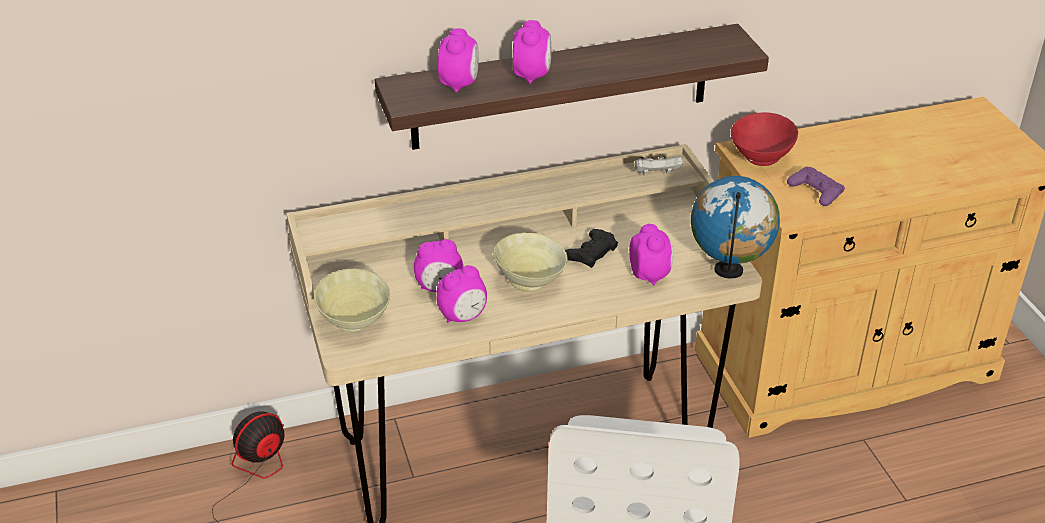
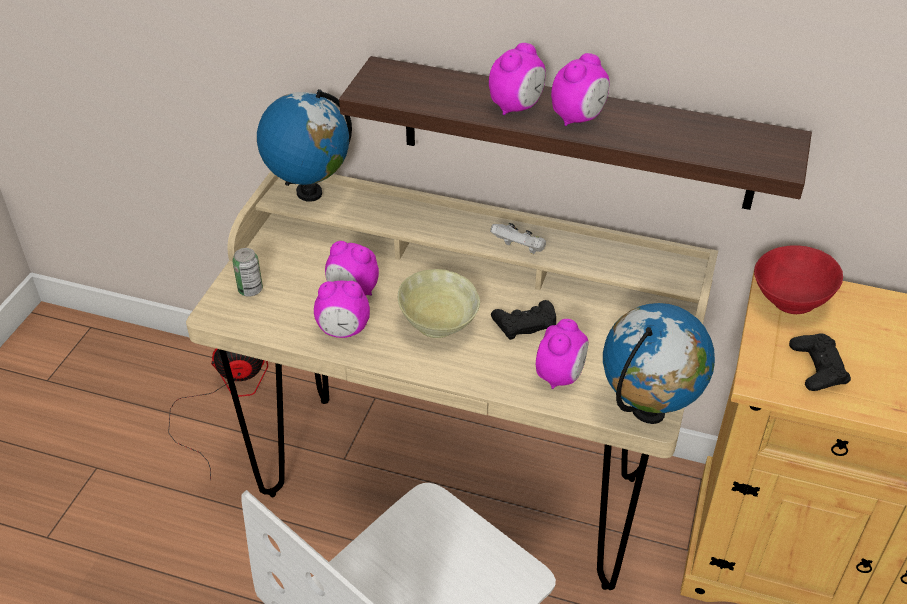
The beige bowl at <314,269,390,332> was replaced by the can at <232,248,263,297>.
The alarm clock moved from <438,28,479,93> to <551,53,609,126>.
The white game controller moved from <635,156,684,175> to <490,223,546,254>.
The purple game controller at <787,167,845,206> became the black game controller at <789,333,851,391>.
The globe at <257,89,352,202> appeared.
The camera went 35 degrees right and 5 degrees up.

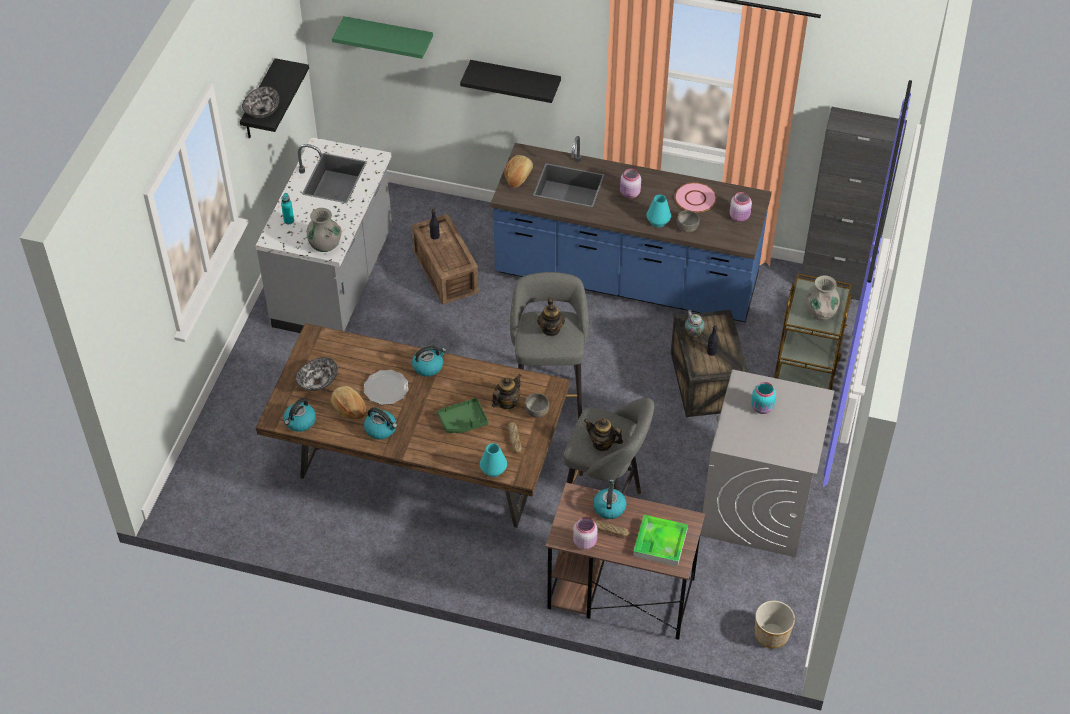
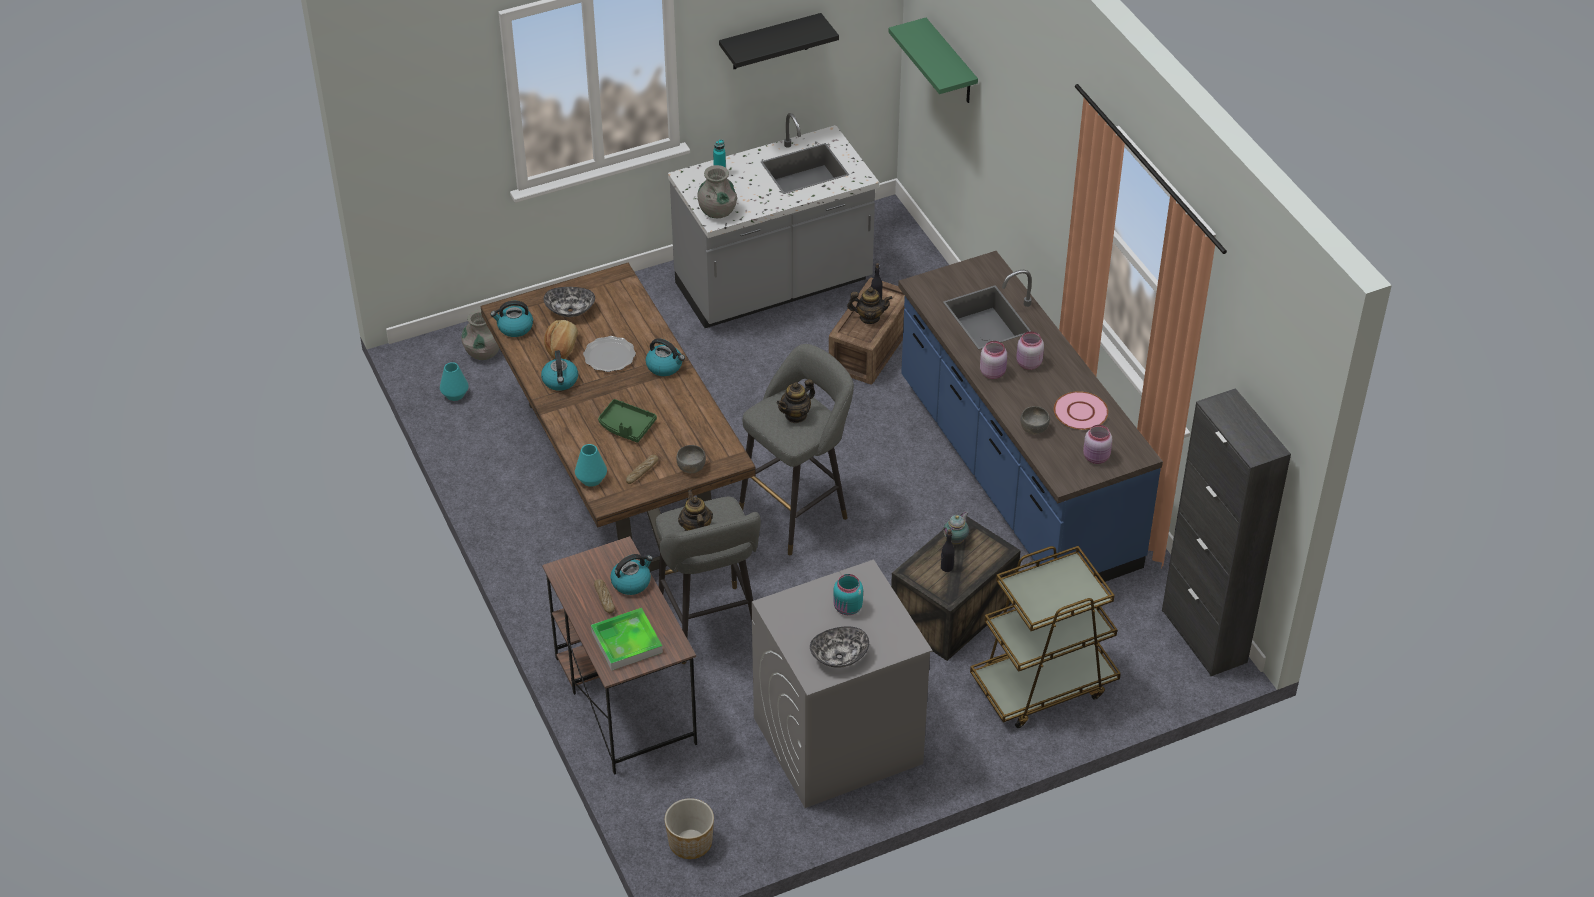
The bowl moved from <242,86,280,118> to <810,626,869,668>.
The black shelf at <460,60,561,103> disappeared.
The teapot moved from <492,374,522,409> to <847,287,893,324>.
The bread at <505,155,533,188> disappeared.
The pink jar moved from <573,517,598,550> to <980,341,1007,379>.
The turquoise vase moved from <647,195,671,227> to <440,362,469,401>.
The grey vase moved from <805,275,840,320> to <461,309,500,360>.
The camera went 50 degrees right and 5 degrees down.

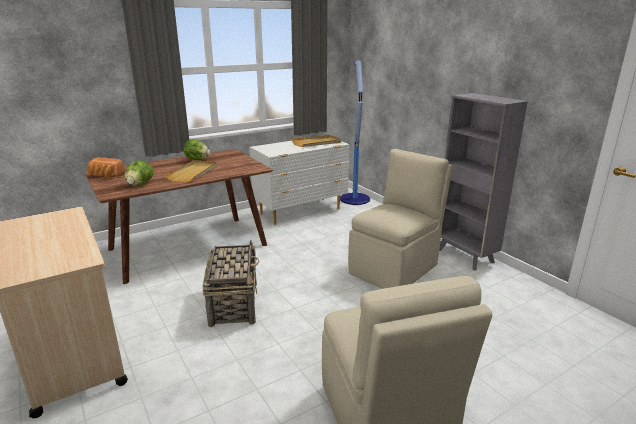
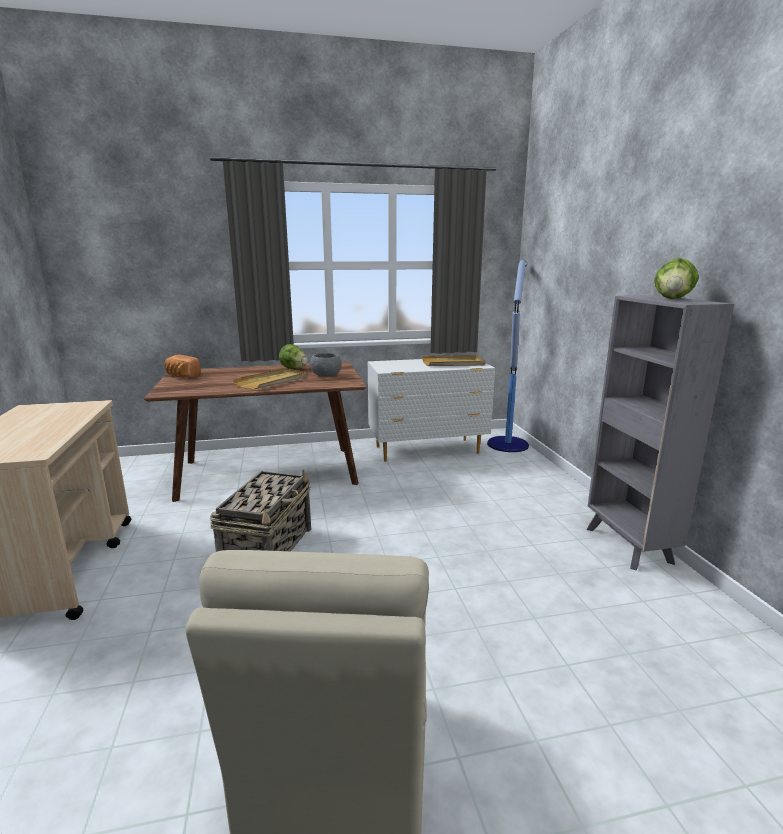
The lettuce moved from <125,160,154,186> to <654,258,698,299>.
The beige chair at <348,149,453,289> disappeared.
The grey bowl at <310,353,342,377> appeared.
The camera went 20 degrees right and 5 degrees down.

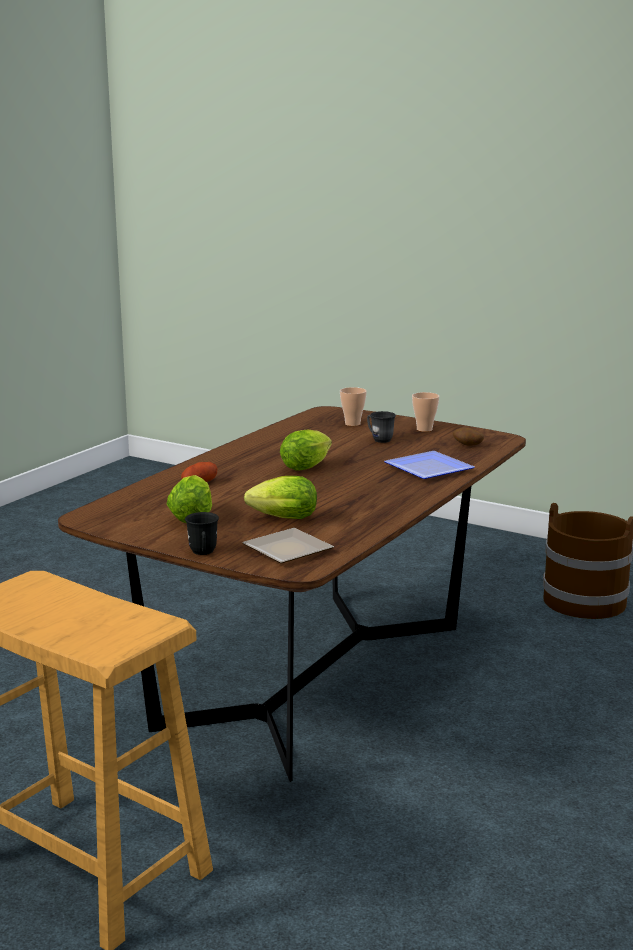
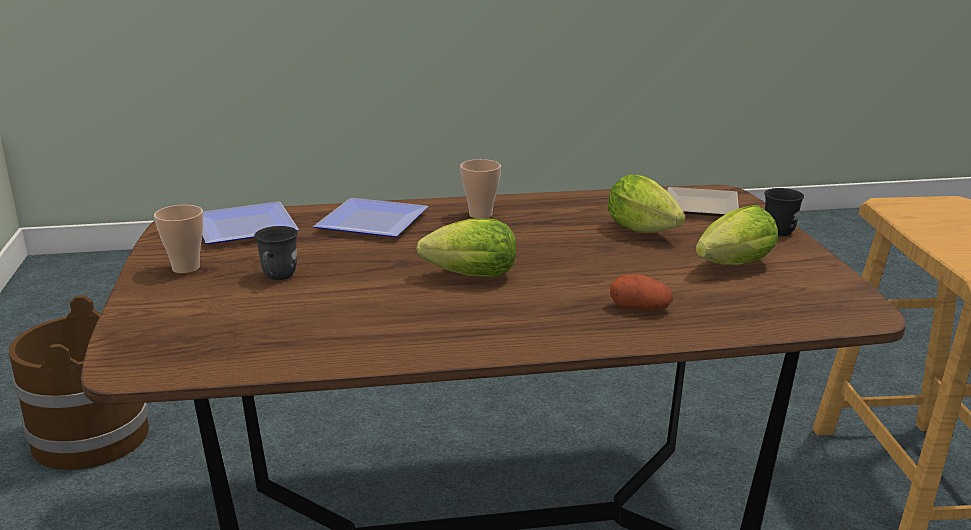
The cup moved from <340,387,367,426> to <460,159,501,218>.
The potato at <453,427,484,446> was replaced by the plate at <203,202,299,244>.
The camera went 130 degrees left and 5 degrees up.

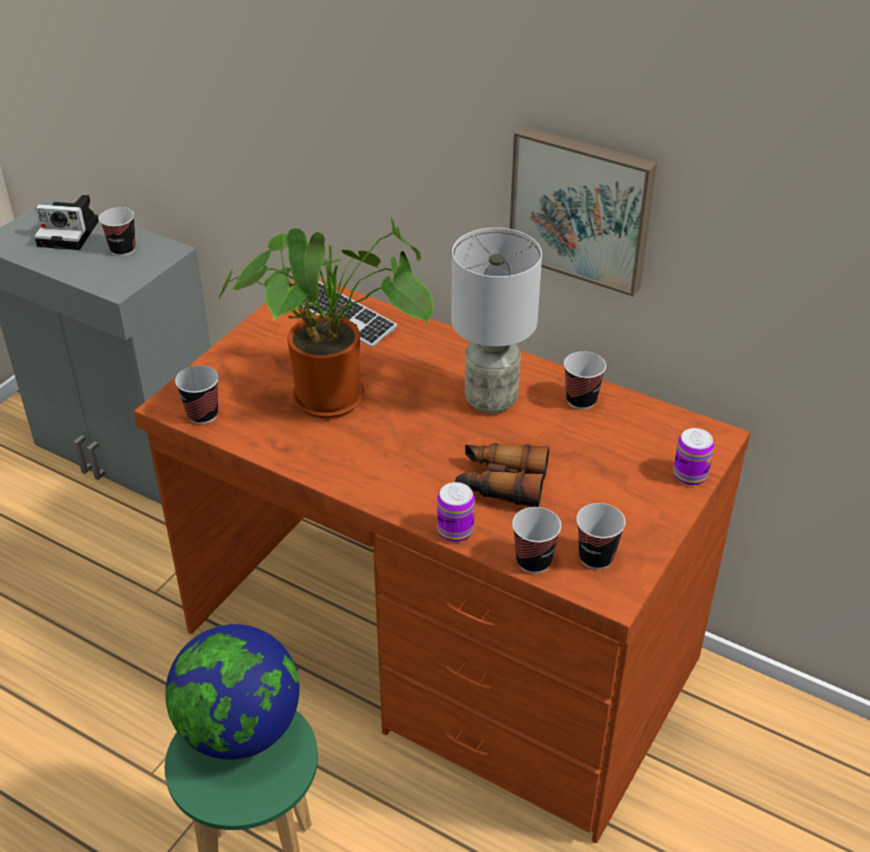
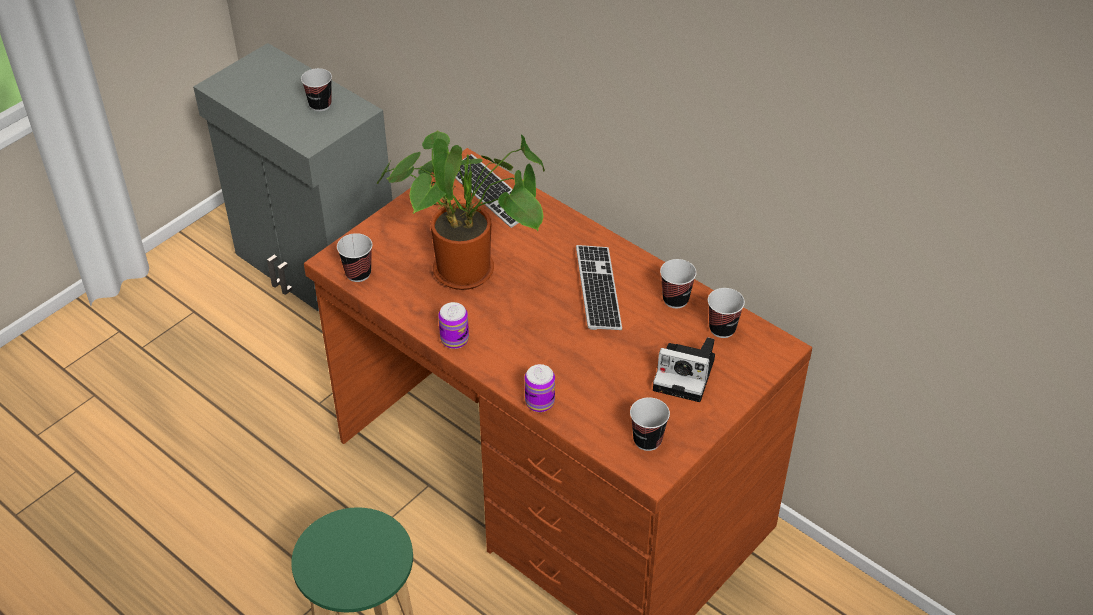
The photo camera moved from <34,195,99,250> to <653,337,715,402>.
The globe at <165,624,300,760> disappeared.
The grey table lamp at <451,228,542,414> was replaced by the keyboard at <576,245,622,330>.
The binoculars at <455,443,549,507> disappeared.
The picture at <510,126,657,297> disappeared.
The cup moved from <512,507,561,574> to <708,288,745,338>.
The can moved from <673,428,714,486> to <438,302,469,349>.
The camera went 10 degrees right and 5 degrees up.

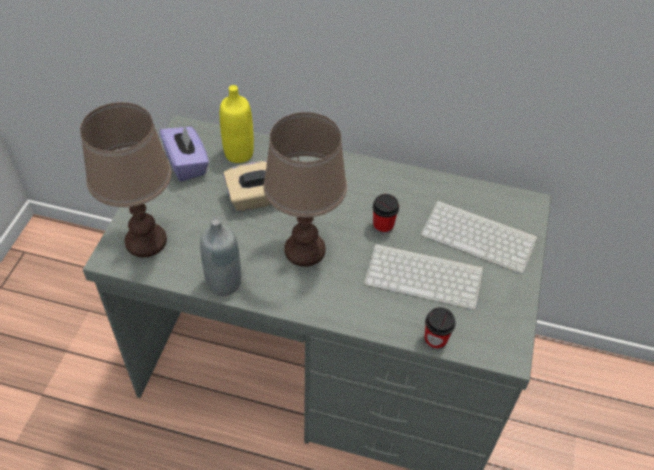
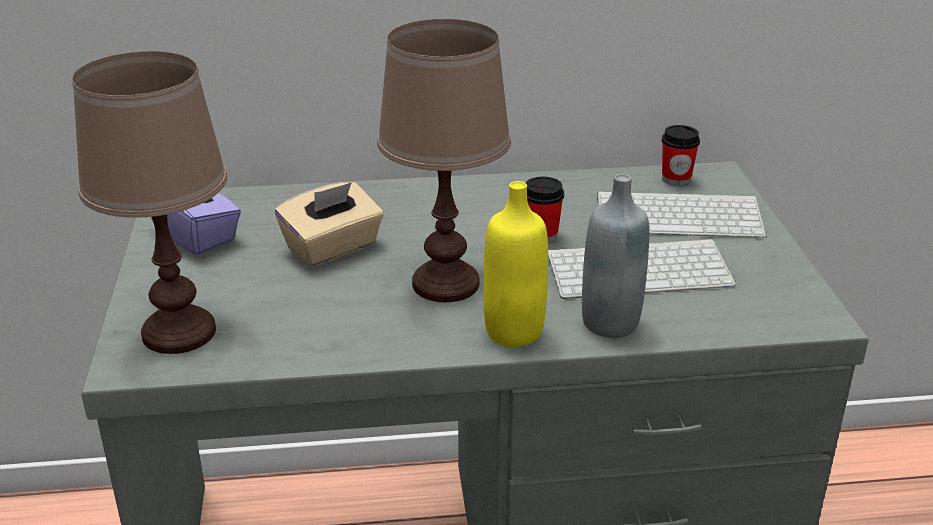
The grey bottle moved from <200,217,241,296> to <582,174,649,338>.
The yellow bottle moved from <220,85,254,163> to <483,181,548,347>.
The cup moved from <424,307,456,350> to <662,125,700,186>.
The camera went 20 degrees left and 20 degrees down.

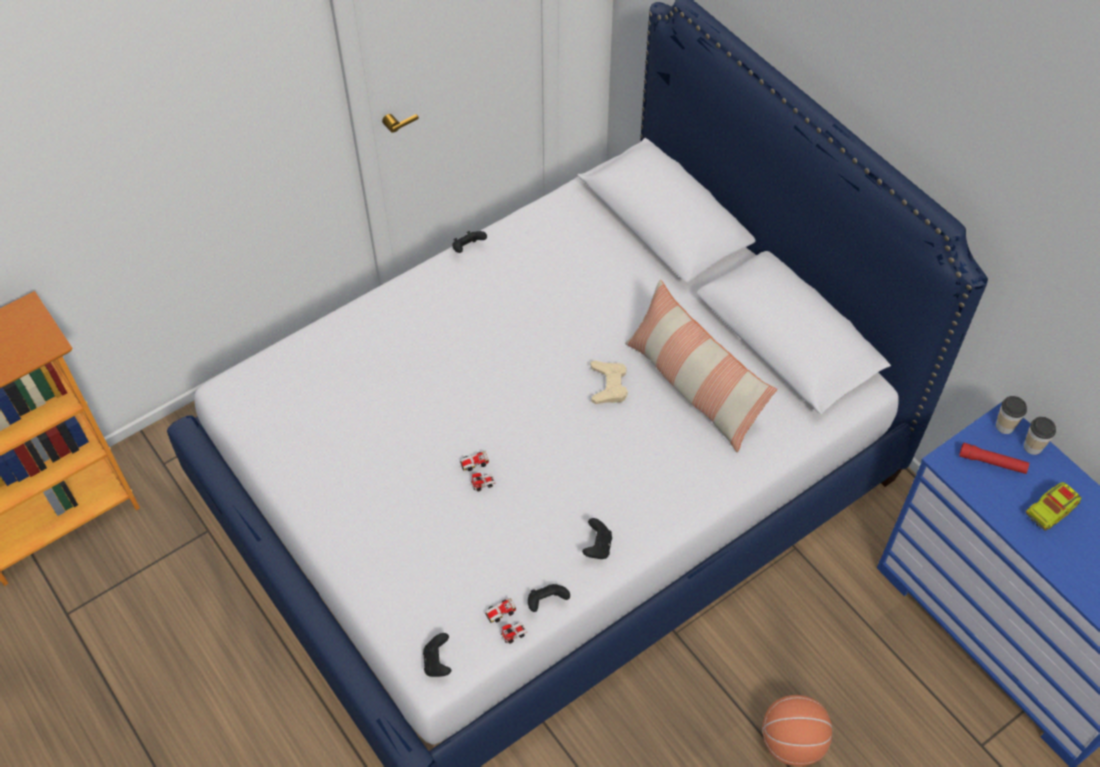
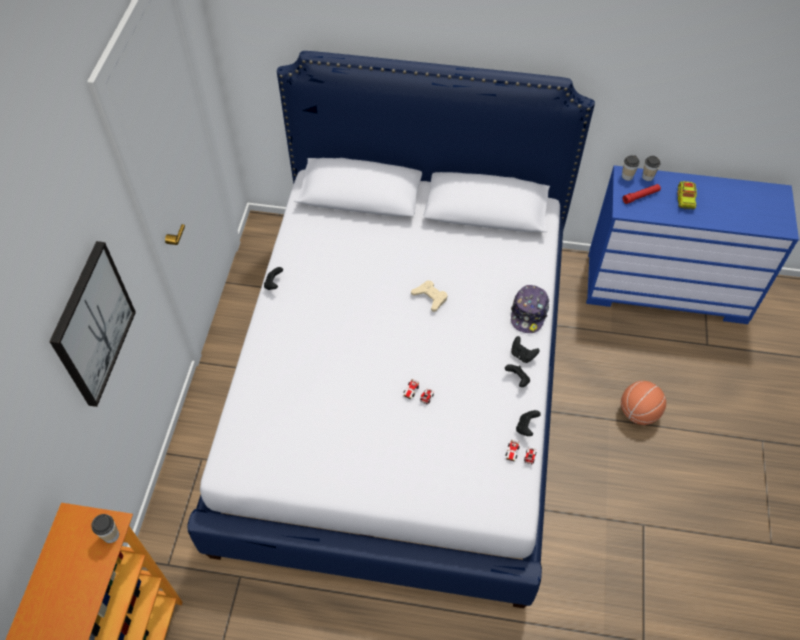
The black game controller moved from <423,633,451,677> to <511,336,540,363>.
The pillow at <625,280,777,453> disappeared.
The picture at <49,241,136,407> appeared.
The cup at <92,514,119,543> appeared.
The cap at <511,285,549,333> appeared.
The camera went 45 degrees left and 0 degrees up.

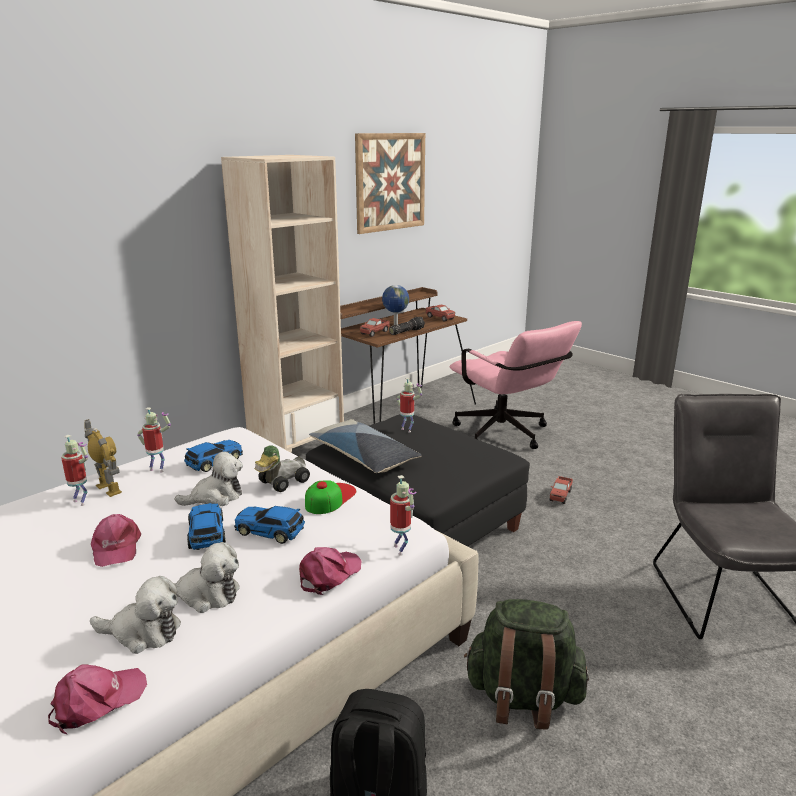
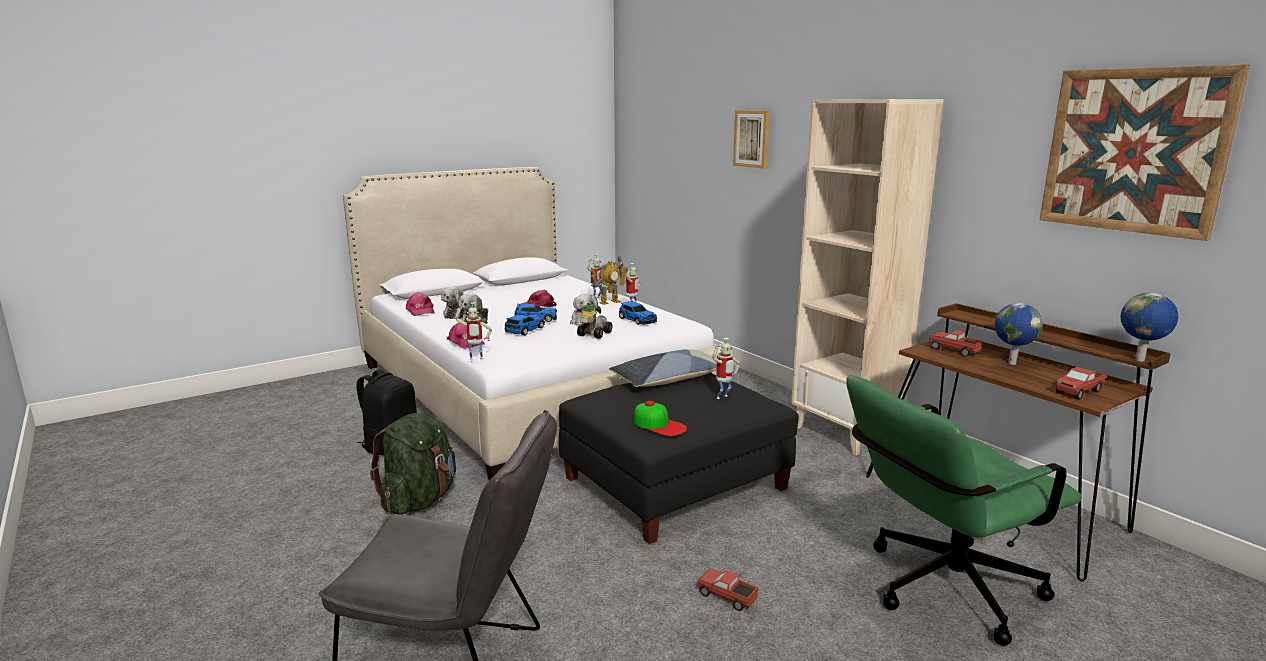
The toy car at <254,445,310,492> turned 120 degrees counterclockwise.
The cap moved from <305,480,356,514> to <633,401,687,436>.
The flashlight at <389,317,425,335> disappeared.
The pink office chair at <450,321,582,449> became the green office chair at <846,376,1082,646>.
The picture at <733,110,770,169> appeared.
The globe at <1121,293,1179,361> appeared.
The camera went 100 degrees right and 5 degrees down.

